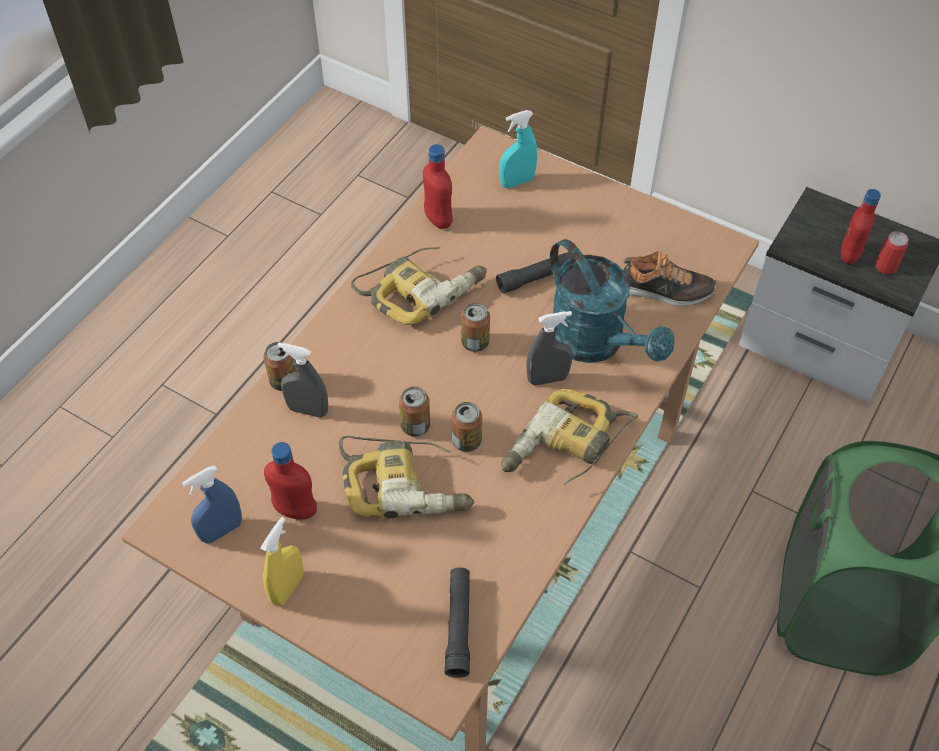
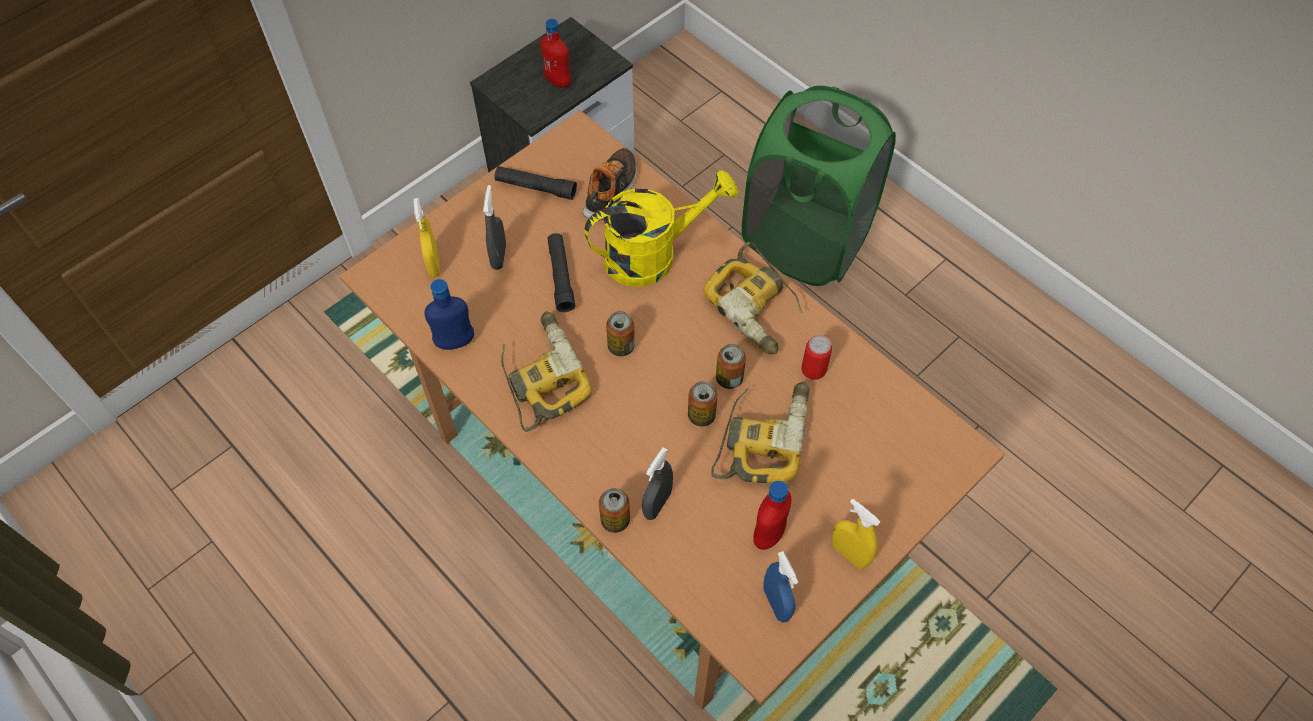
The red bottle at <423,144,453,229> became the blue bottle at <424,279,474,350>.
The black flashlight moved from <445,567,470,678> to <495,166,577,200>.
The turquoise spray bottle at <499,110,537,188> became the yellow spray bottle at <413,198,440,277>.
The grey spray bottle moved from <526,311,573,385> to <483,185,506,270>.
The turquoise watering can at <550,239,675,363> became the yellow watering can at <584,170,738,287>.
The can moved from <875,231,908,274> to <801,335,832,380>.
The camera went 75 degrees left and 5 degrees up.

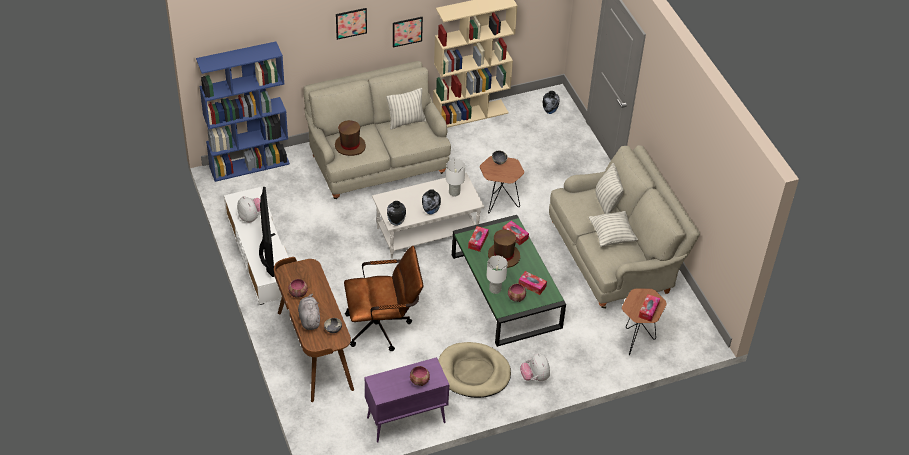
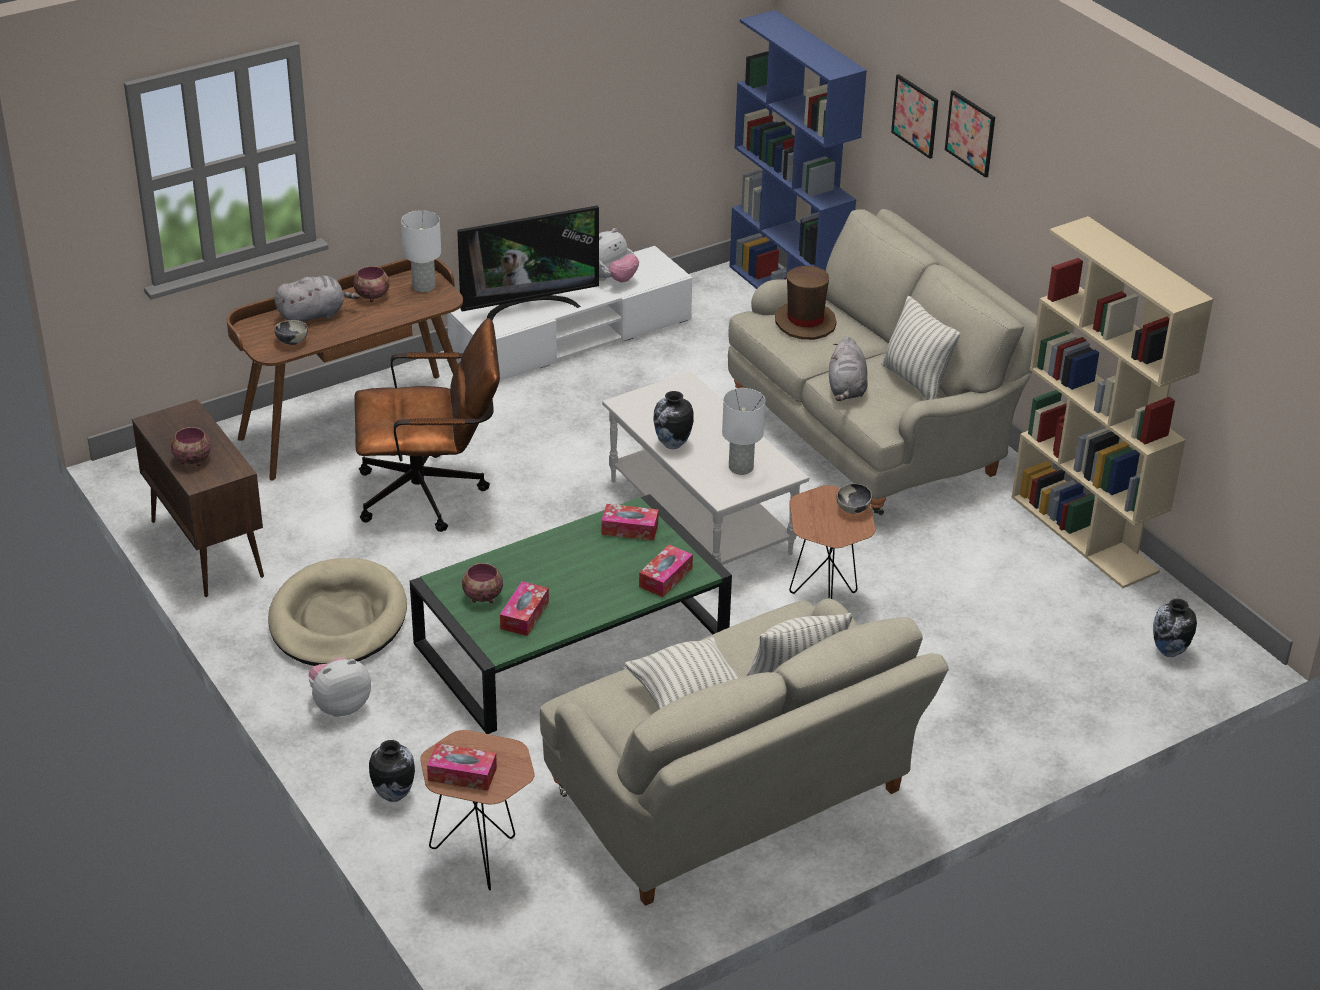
The brown office chair at <344,246,423,351> turned 75 degrees counterclockwise.
The purple cabinet at <365,357,449,443> became the brown cabinet at <132,399,264,597>.
The vase moved from <387,201,406,226> to <369,740,415,802>.
The picture moved from <393,17,423,48> to <891,74,938,159>.
The white table lamp moved from <486,256,508,294> to <401,210,441,292>.
The brown hat at <488,229,520,268> disappeared.
The grey plush toy at <829,336,867,401> appeared.
The camera went 80 degrees right and 10 degrees down.

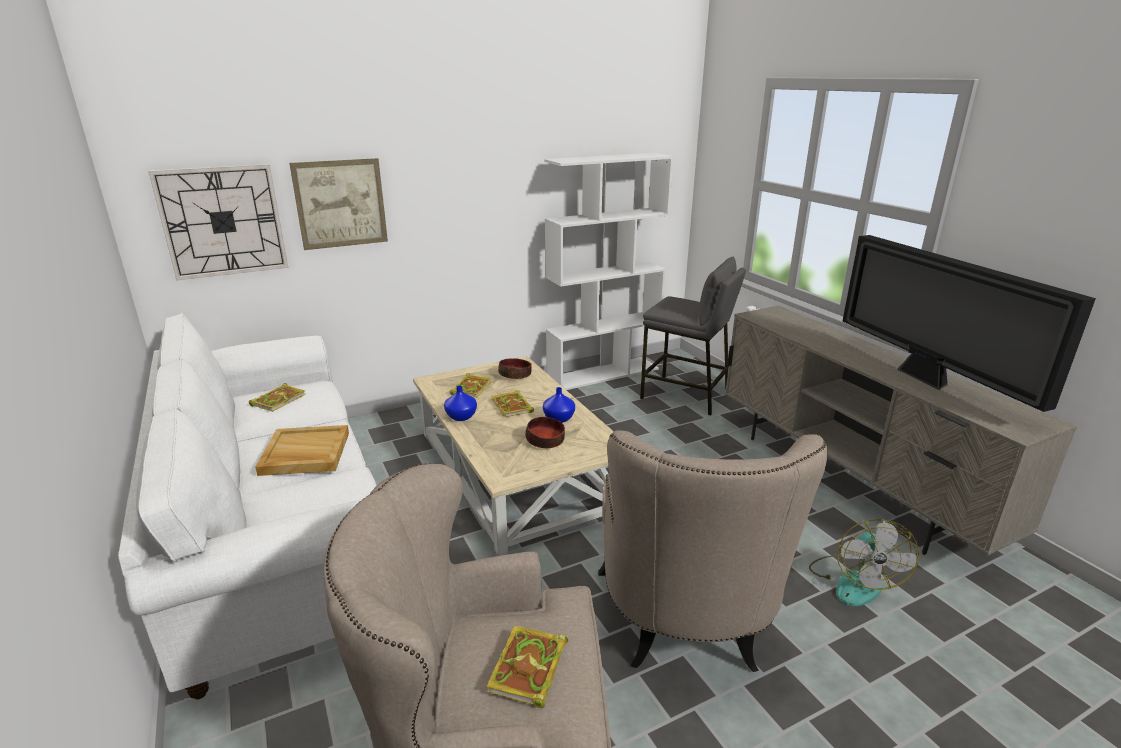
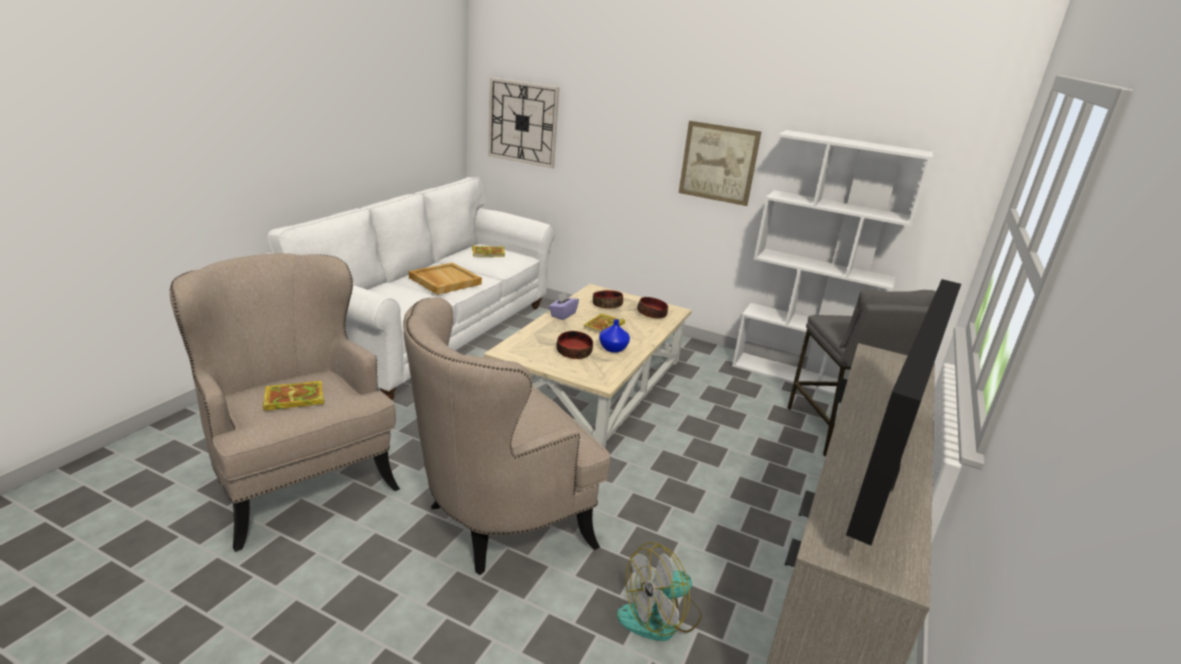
The picture moved from <289,158,388,250> to <679,121,762,206>.
The blue vase at <444,386,477,421> was replaced by the purple tissue box at <549,292,579,320>.
The book at <450,373,492,398> was replaced by the bowl at <593,290,623,309>.
The camera went 50 degrees right and 0 degrees up.

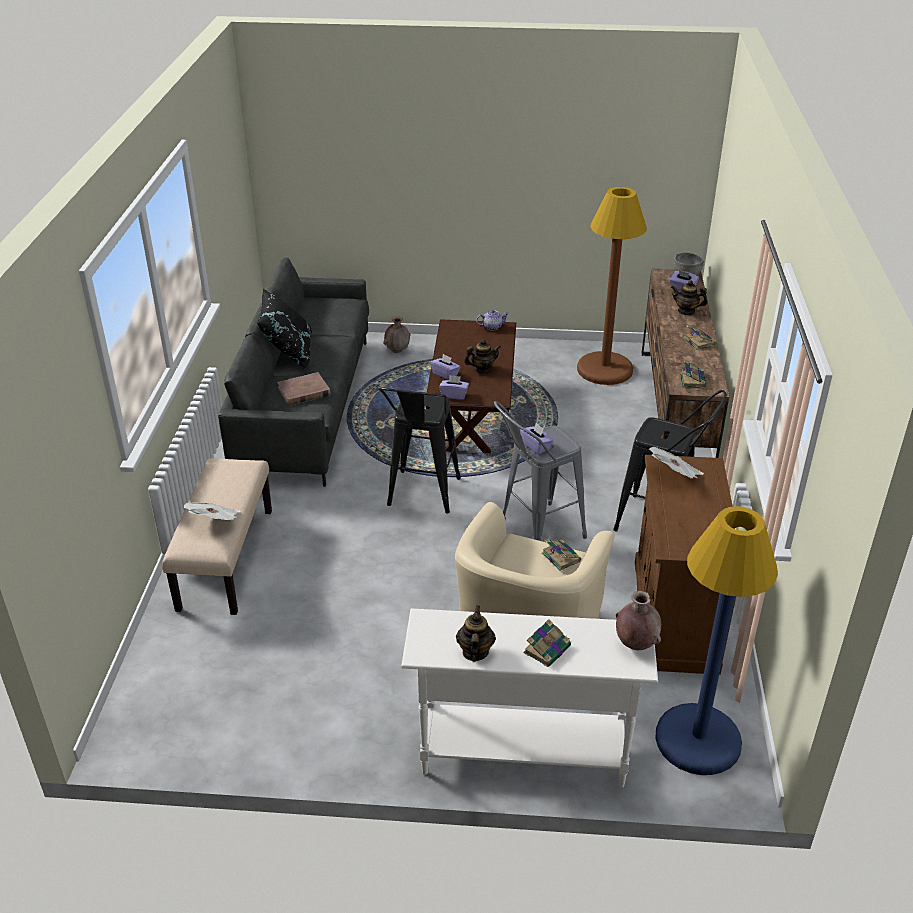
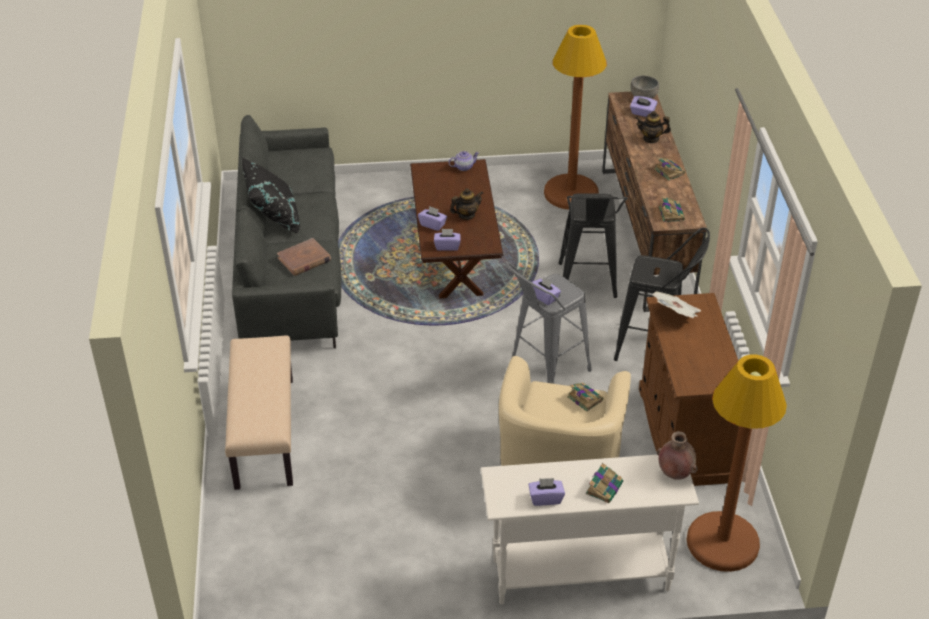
The newspaper at <184,503,240,520> disappeared.
The black stool moved from <379,388,461,514> to <558,193,628,298>.
The brown vase at <383,316,411,353> disappeared.
The teapot at <456,605,496,662> was replaced by the purple tissue box at <528,478,565,506>.
The blue floor lamp at <655,506,778,775> became the brown floor lamp at <687,354,787,572>.
The camera went 10 degrees left and 5 degrees up.

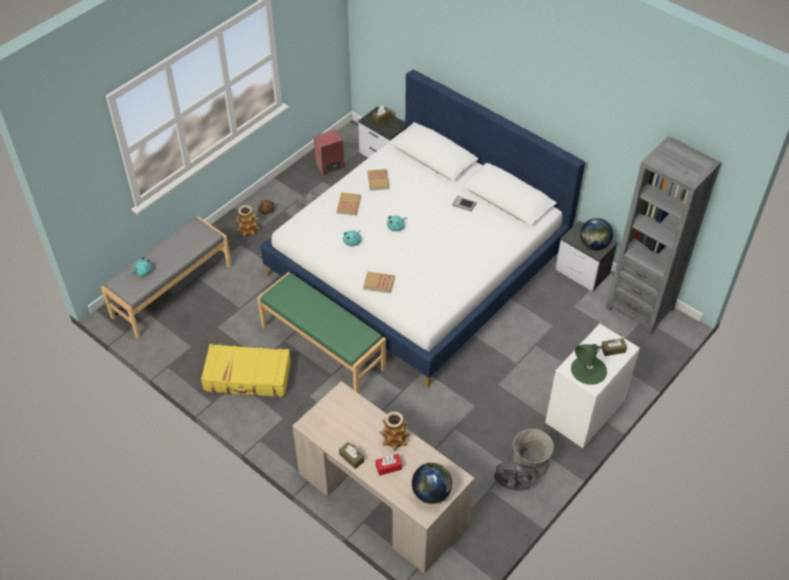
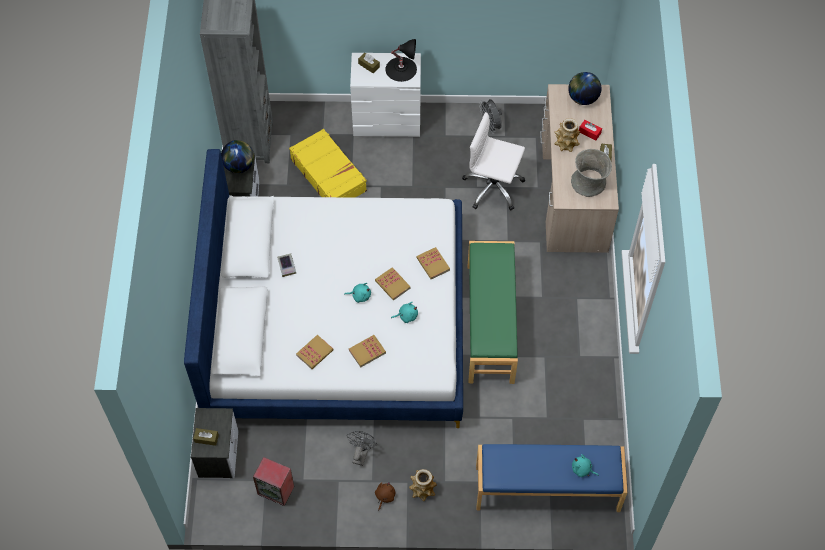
The grey bench at <101,216,232,339> became the blue bench at <476,444,627,512>.
The yellow suitcase moved from <201,344,291,398> to <289,129,367,198>.
The grey vase moved from <513,429,554,479> to <571,149,612,197>.
The green table lamp at <571,344,607,385> became the black table lamp at <386,39,417,82>.
The book at <375,267,411,300> appeared.
The white office chair at <462,112,525,211> appeared.
The camera went 130 degrees left and 10 degrees up.

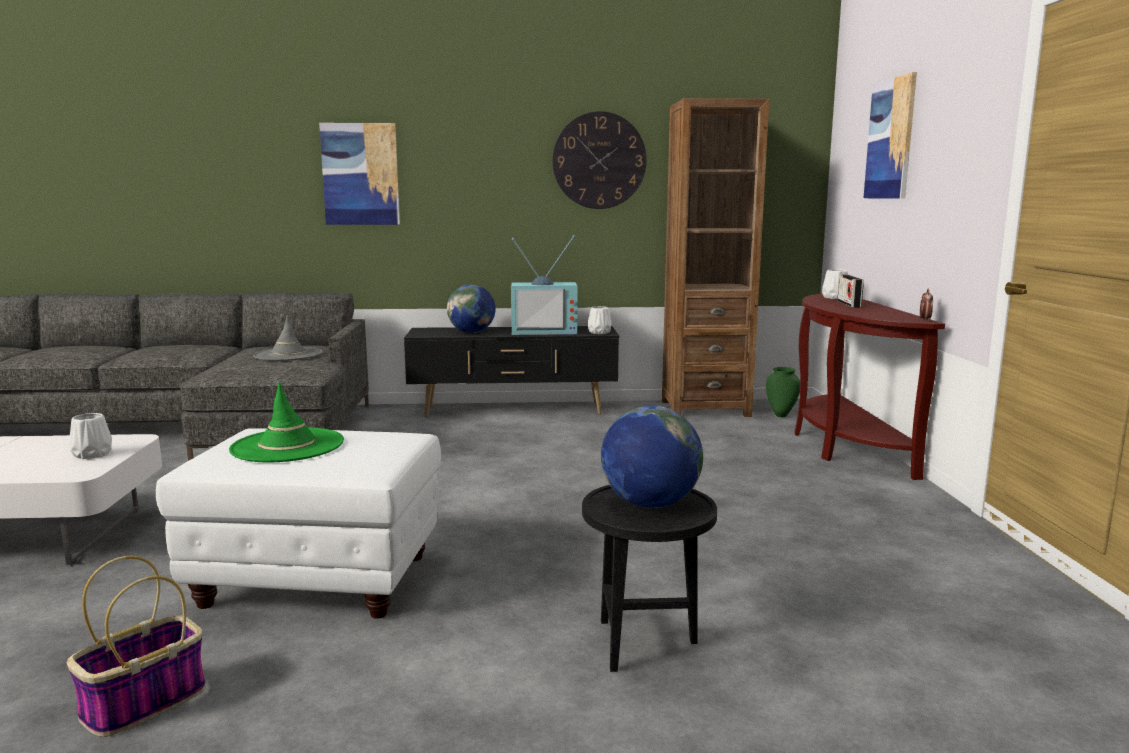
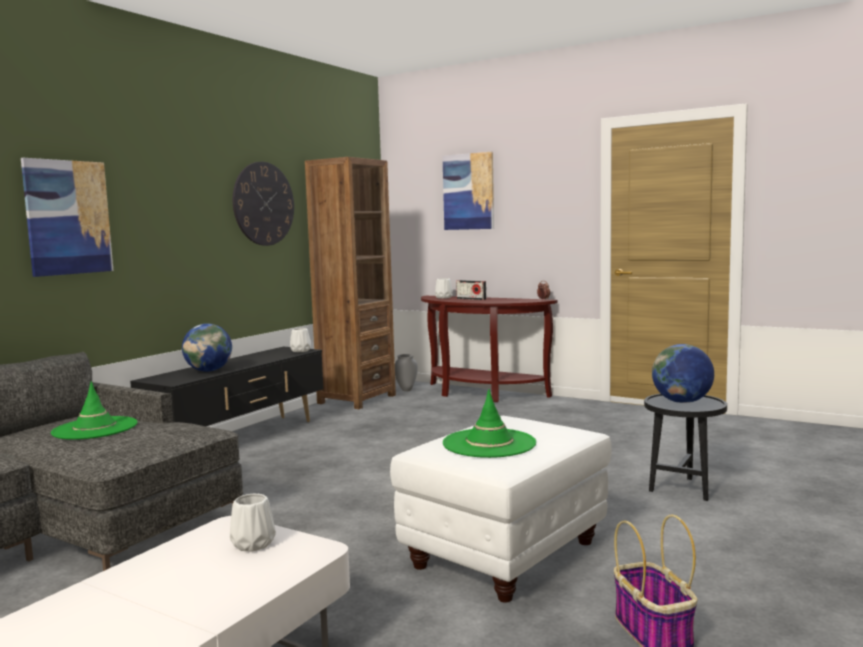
The grey hat at <253,315,323,361> became the green hat at <51,381,137,440>.
The television at <511,235,577,335> disappeared.
The green vase at <766,367,800,417> became the grey vase at <395,354,418,391>.
The camera went 55 degrees left and 5 degrees down.

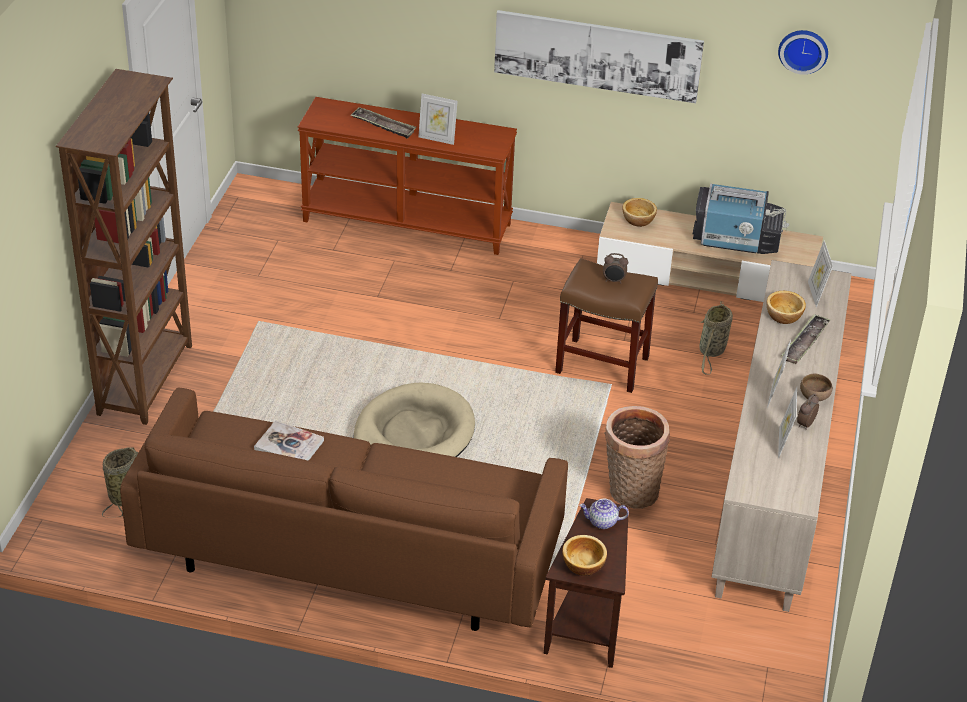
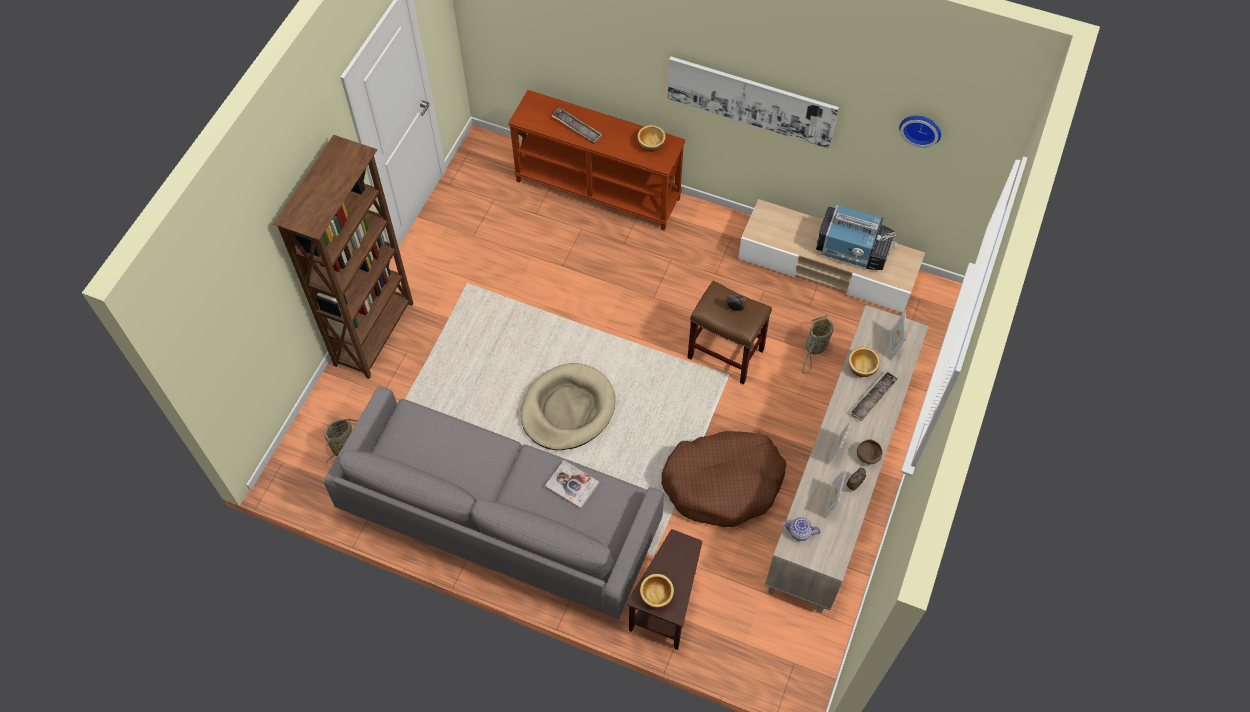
The brown sofa at <120,388,568,631> became the grey sofa at <324,386,664,619>.
The book moved from <254,420,324,461> to <545,460,599,509>.
The picture frame at <418,94,458,145> disappeared.
The teapot moved from <579,498,629,529> to <783,517,821,541>.
The basket at <604,406,670,509> was replaced by the brown dog bed at <662,431,786,527>.
The bowl moved from <623,198,657,227> to <637,125,666,152>.
The camera went 10 degrees right and 20 degrees up.

